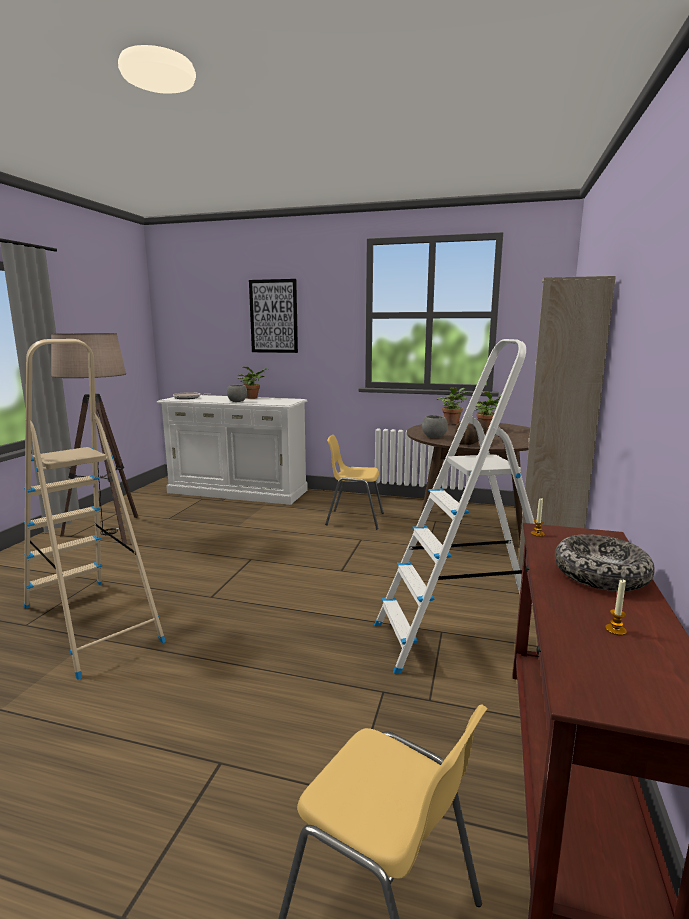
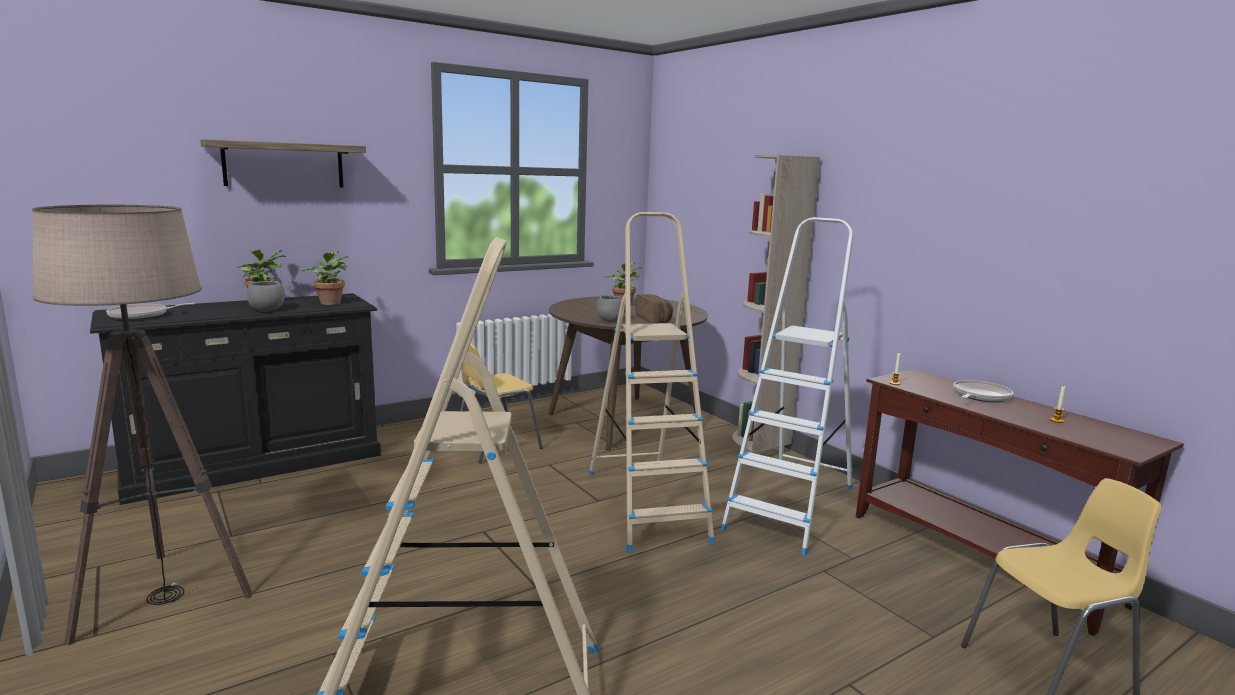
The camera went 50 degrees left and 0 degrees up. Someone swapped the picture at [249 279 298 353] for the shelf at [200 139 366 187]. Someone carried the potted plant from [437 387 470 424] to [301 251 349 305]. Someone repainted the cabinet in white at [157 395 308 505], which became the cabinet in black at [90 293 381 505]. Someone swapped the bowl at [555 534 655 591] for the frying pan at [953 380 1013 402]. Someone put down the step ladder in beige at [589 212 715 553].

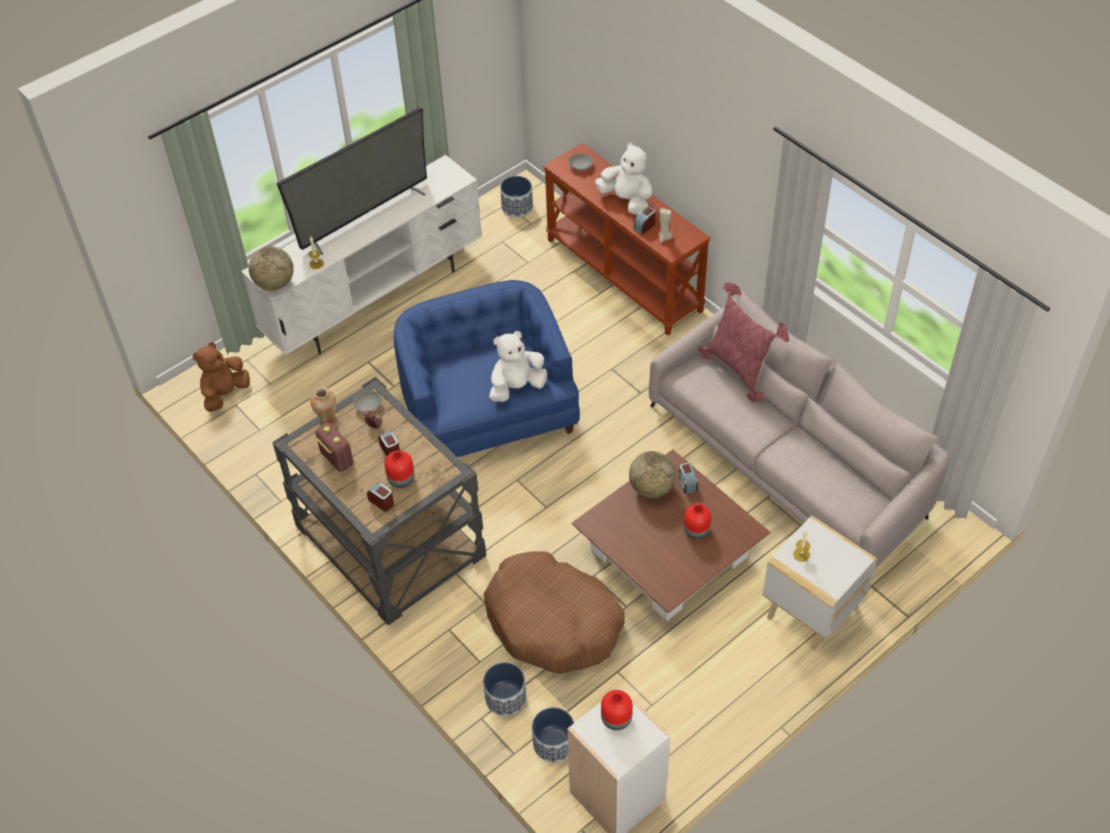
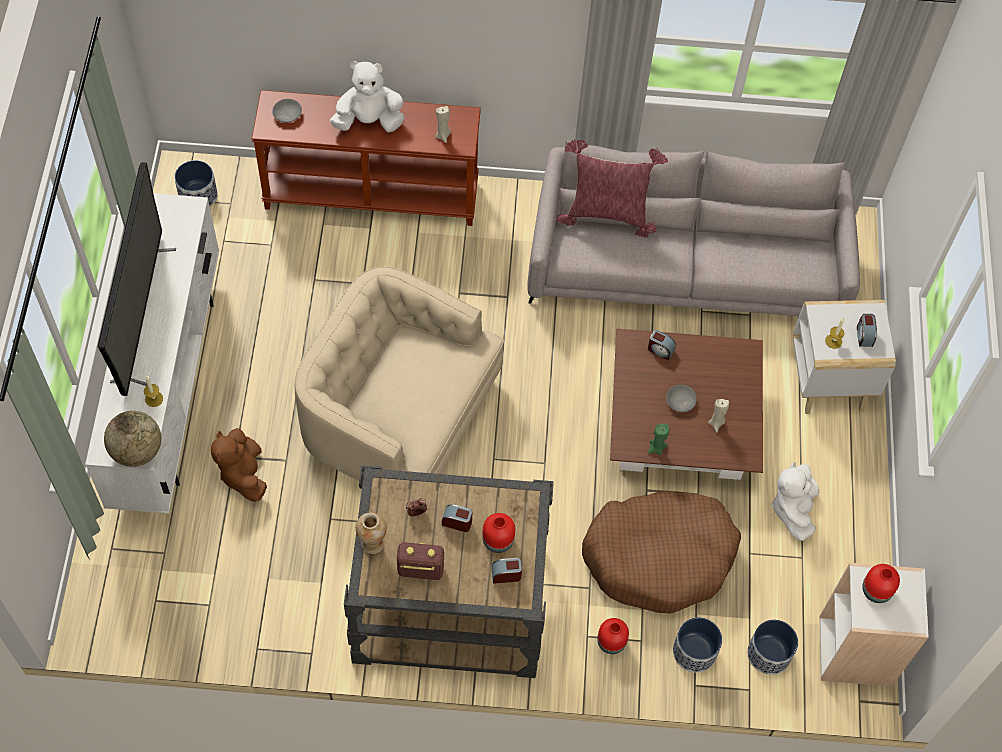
The camera went 50 degrees left and 10 degrees up. Someone carried the alarm clock from [634 207 656 235] to [857 314 877 347]. Someone repainted the armchair in blue at [394 280 580 457], which became the armchair in beige at [295 267 504 481]. Someone carried the plush toy in white from [489 331 548 402] to [771 462 819 541]. Someone carried the plush toy in brown from [192 342 250 412] to [211 428 267 502]. Someone carried the bowl in grey from [353 390 382 413] to [666 385 697 412]. Someone took away the globe at [629 451 676 498]. Someone carried the vase in red from [684 504 711 539] to [597 618 629 654]. Someone put down the candle in beige at [708 399 729 433]. Someone put down the candle in green at [648 423 669 455].

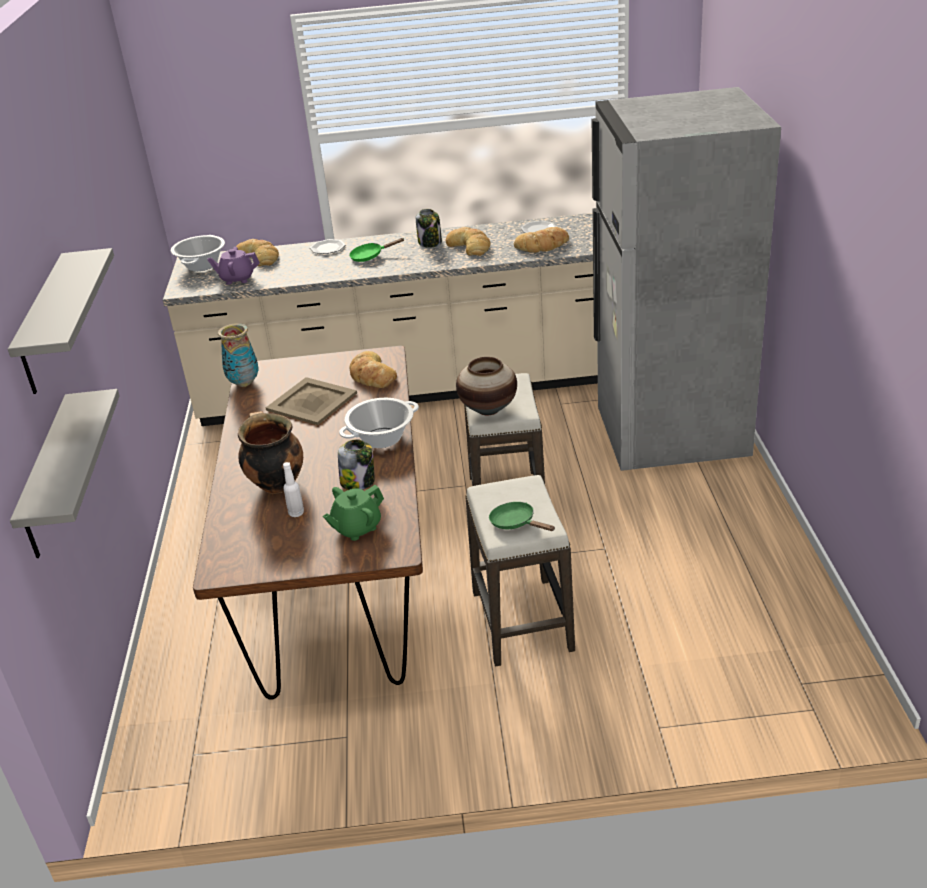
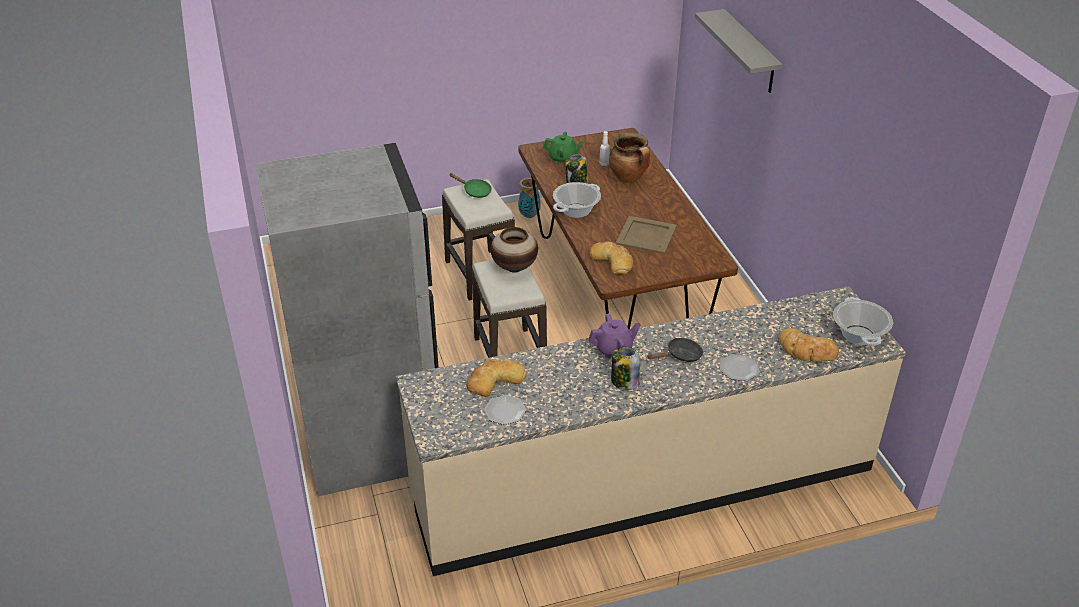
The camera went 165 degrees right and 5 degrees up. Someone took away the bread at [446 227 491 256]. Someone repainted the frying pan in green at [349 238 405 262], which became the frying pan in black at [648 338 703 362]. Someone carried the teapot in purple from [207 247 260 285] to [588 314 641 358]. Someone carried the vase from [218 323 259 387] to [518 178 541 218]. Someone took away the shelf in grey at [10 389 120 558]. Someone rotated the teapot in green at [323 485 384 541] by 60 degrees clockwise.

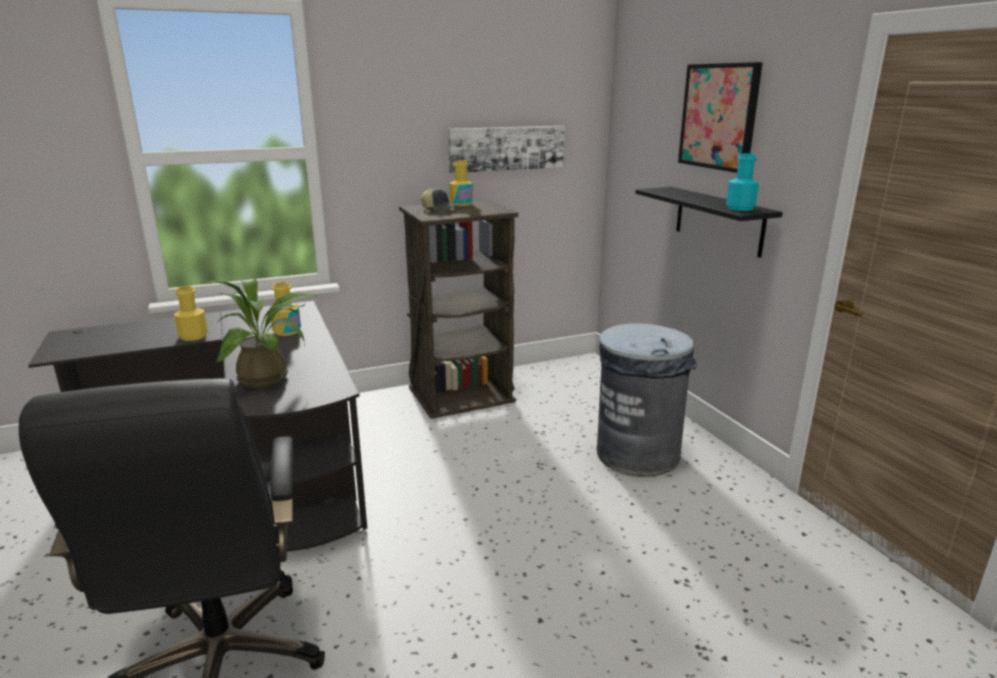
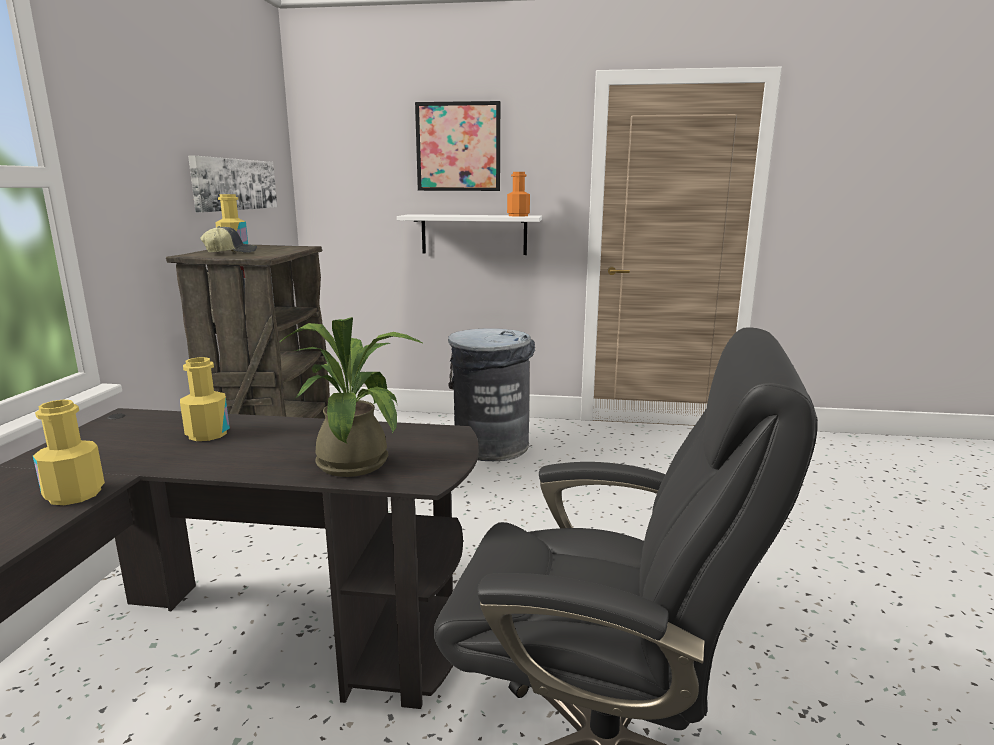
The camera went 60 degrees left and 5 degrees down. Someone repainted the bottle in turquoise at [726 154 759 211], which became the bottle in orange at [507 172 530 216]. Someone repainted the shelf in black at [635 187 783 258], which became the shelf in white at [397 214 542 255].

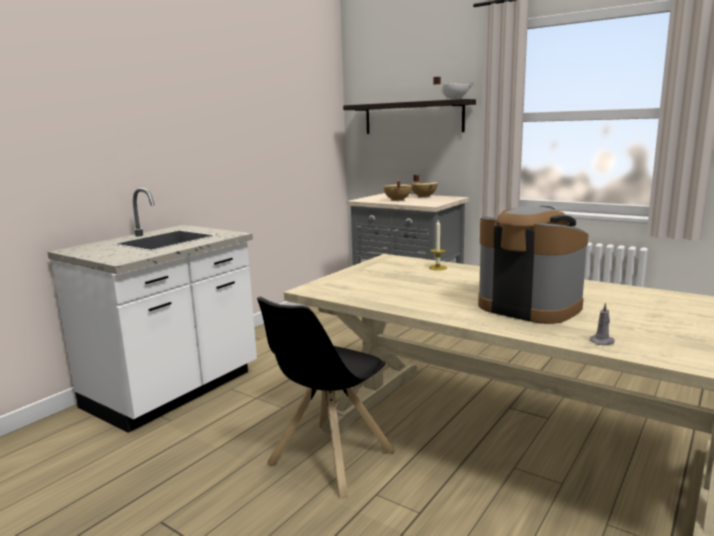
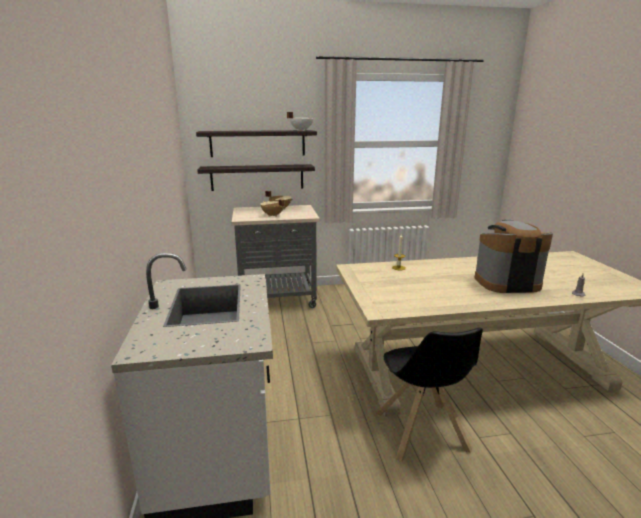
The camera went 45 degrees left and 5 degrees up. Someone put up the shelf at [197 164 315 191].

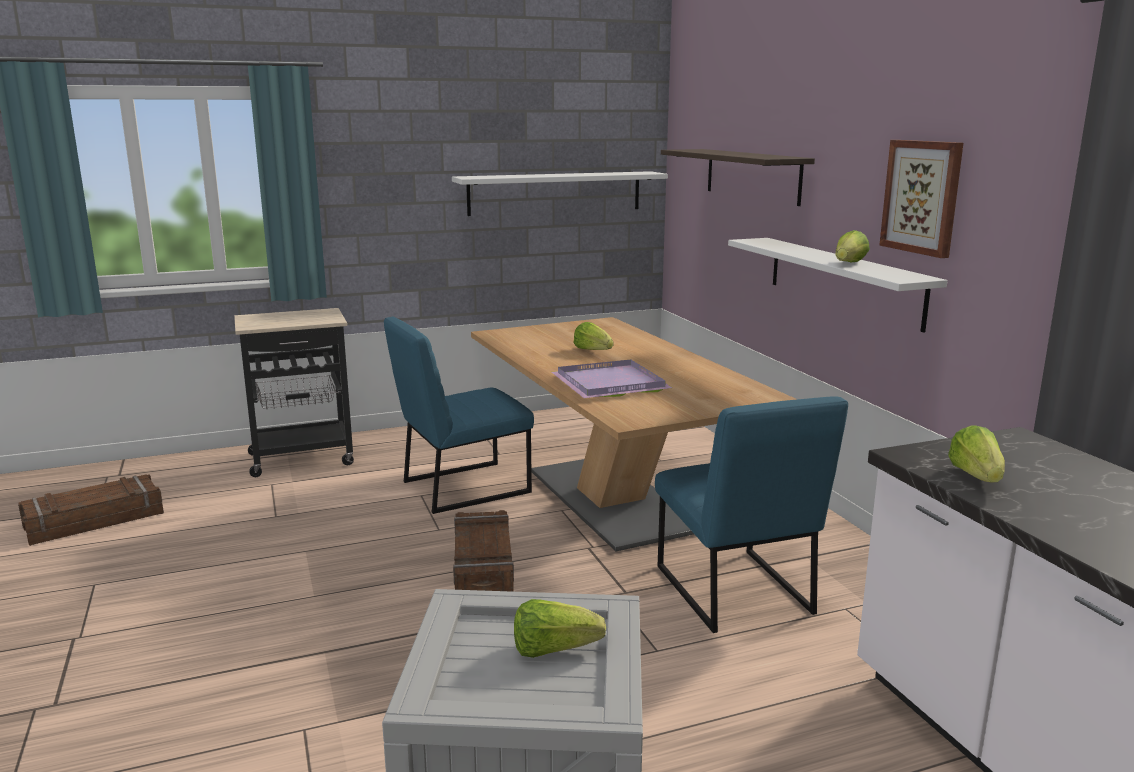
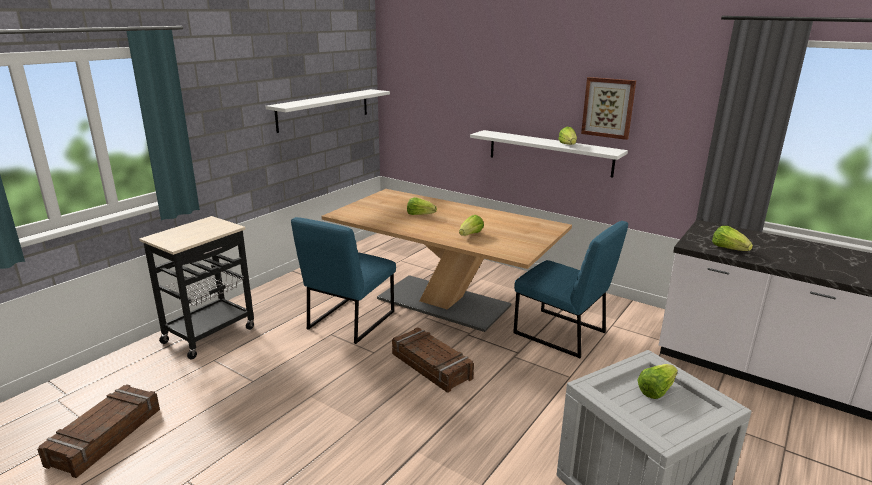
The camera went 35 degrees left and 5 degrees up. Someone took away the shelf at [661 149 815 206]. Someone swapped the tray in purple at [552 359 673 398] for the lettuce at [459 215 484 236].

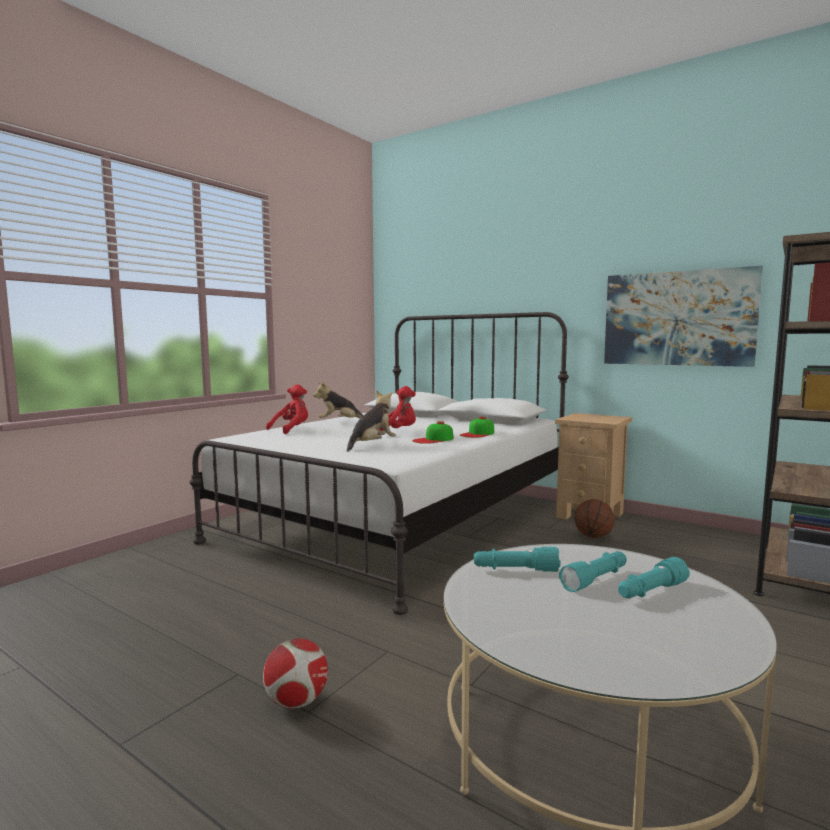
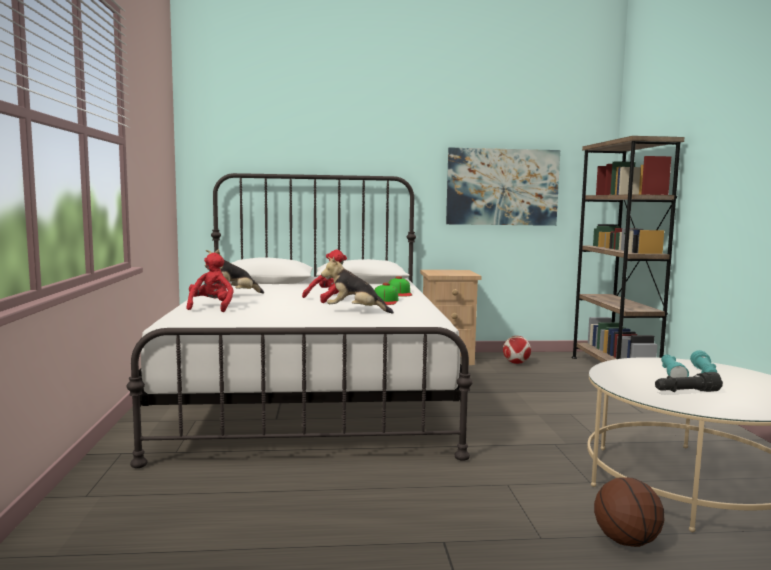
The camera went 40 degrees left and 0 degrees up. Someone rotated the plush toy at [347 391 396 452] by 75 degrees counterclockwise. Someone carried the basketball from [574 499 615 538] to [594 478 664 547]. Someone took away the flashlight in turquoise at [474 547 560 572]. Someone carried the football from [263 638 328 709] to [503 336 531 364]. Someone put down the flashlight in black at [655 372 723 392].

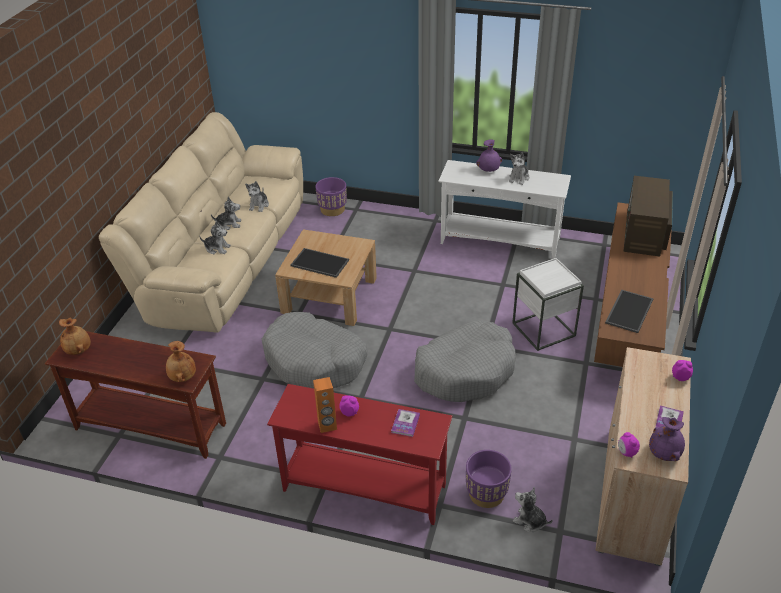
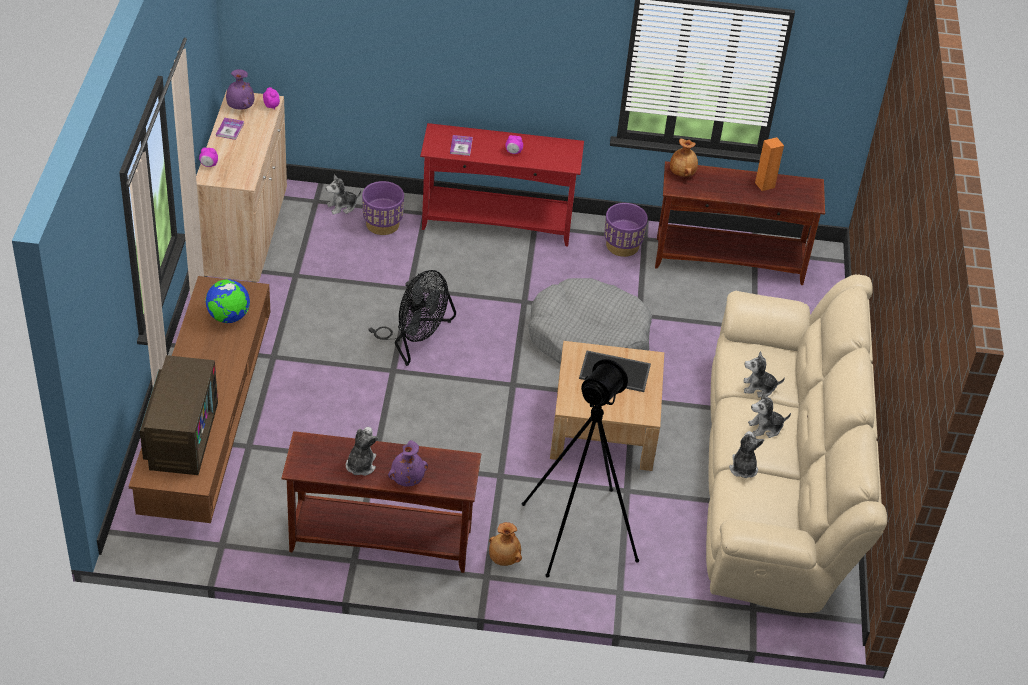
The camera went 165 degrees right and 5 degrees up. Someone repainted the console table in white at [438 160 571 259], which became the console table in brown at [281 431 481 573]. Someone carried the planter in purple from [315 177 347 216] to [604 203 648 257]. Someone took away the side table in white at [512 258 584 351]. Someone swapped the tray at [605 290 653 333] for the globe at [206 280 250 323]. Someone carried the vase in brown from [59 318 91 355] to [489 522 522 566]. Someone swapped the dog bed in grey at [414 320 516 402] for the fan in black at [368 270 456 366]. Someone carried the speaker in orange from [313 377 337 433] to [755 137 784 191]. Someone rotated the plush toy at [513 487 553 532] by 135 degrees clockwise. Someone put down the floor lamp in black at [522 359 639 578].

